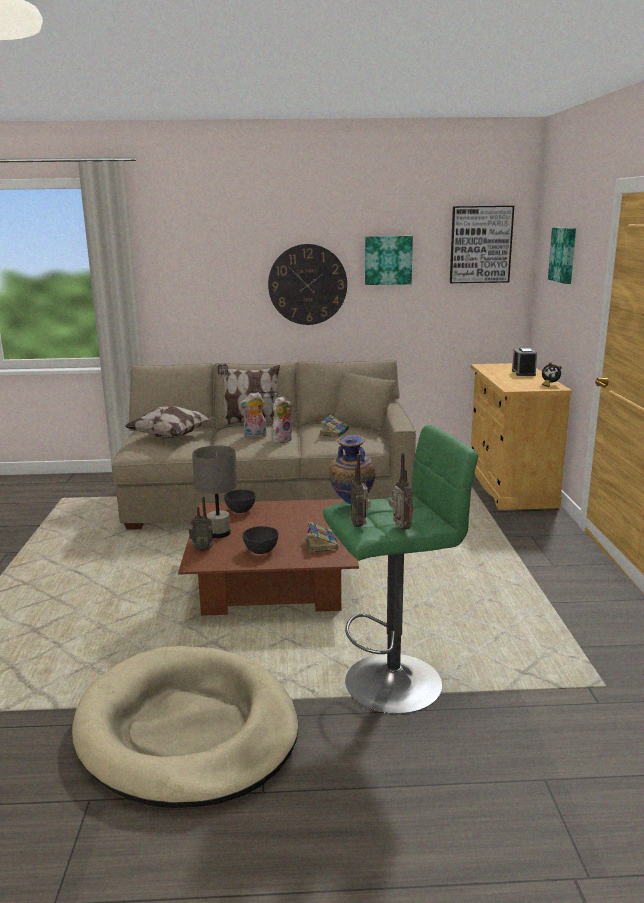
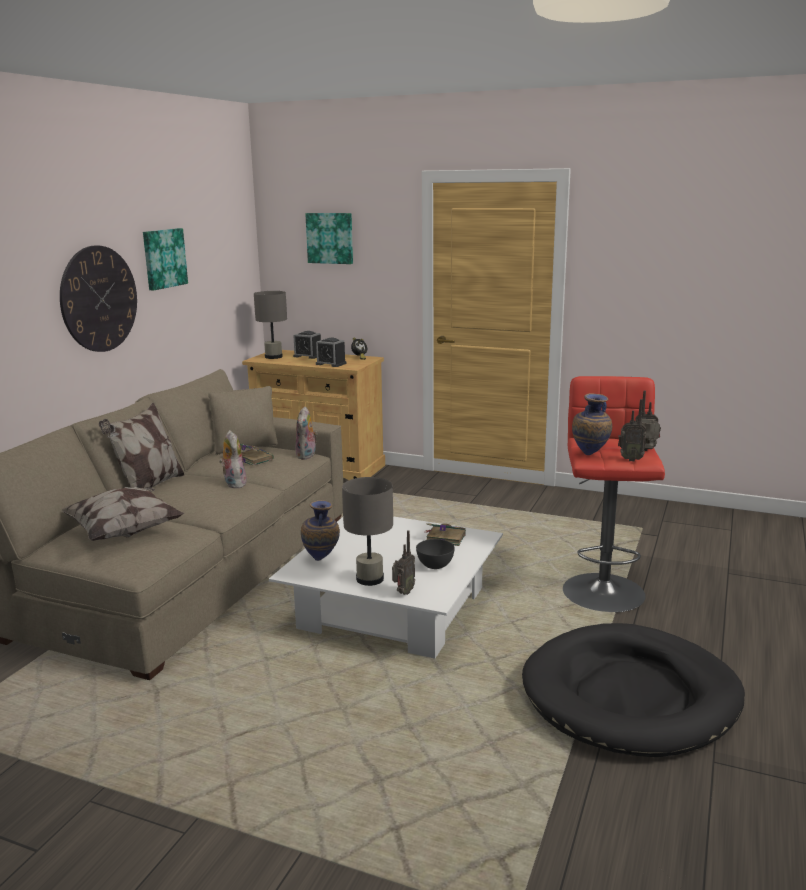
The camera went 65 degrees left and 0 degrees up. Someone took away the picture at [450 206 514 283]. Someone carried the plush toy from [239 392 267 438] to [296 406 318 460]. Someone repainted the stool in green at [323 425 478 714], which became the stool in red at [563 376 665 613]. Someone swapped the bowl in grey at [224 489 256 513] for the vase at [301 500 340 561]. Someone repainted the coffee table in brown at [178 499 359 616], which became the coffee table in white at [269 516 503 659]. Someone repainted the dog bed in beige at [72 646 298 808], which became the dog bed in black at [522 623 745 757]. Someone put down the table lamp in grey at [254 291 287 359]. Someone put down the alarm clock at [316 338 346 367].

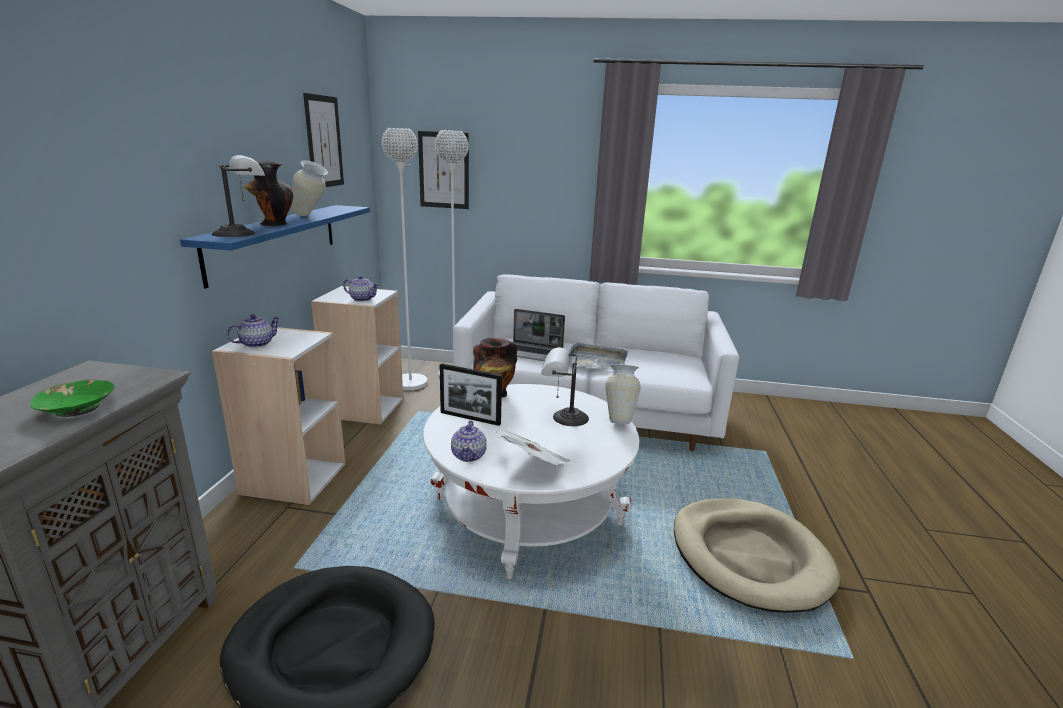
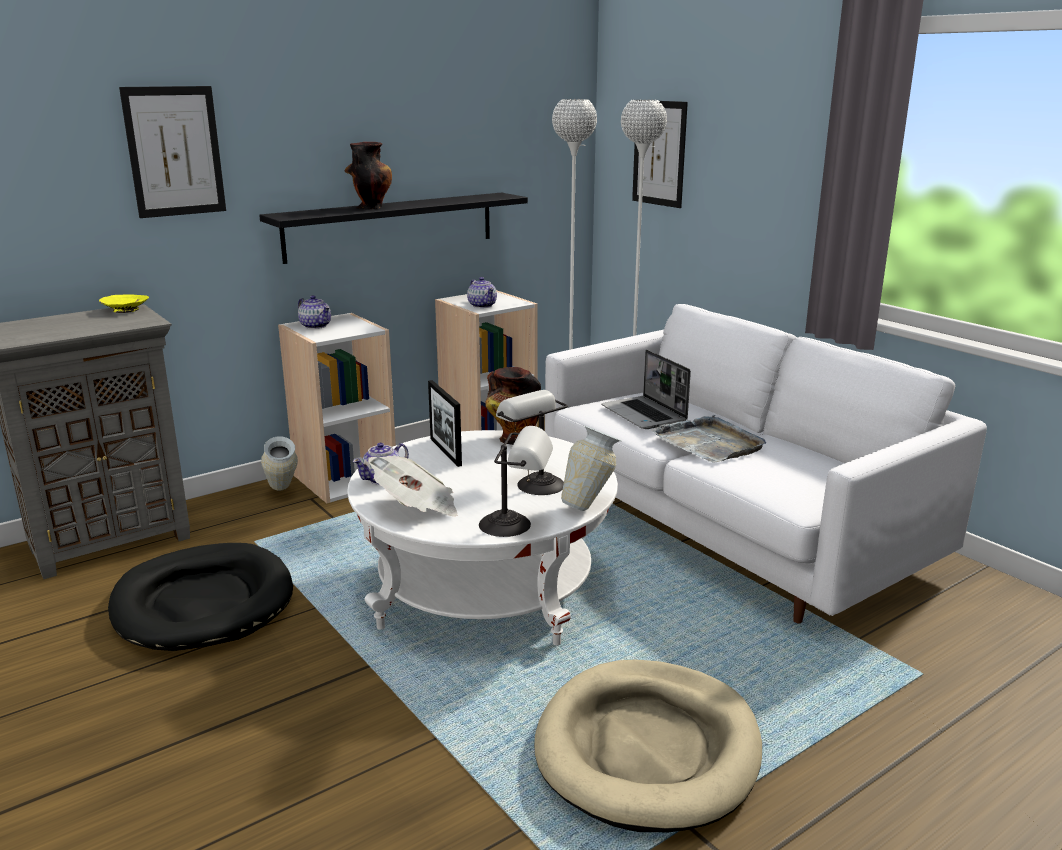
The camera went 45 degrees right and 0 degrees up. Someone carried the picture from [303 93 344 187] to [119 86 226 218]. Someone carried the table lamp from [211 155 265 237] to [479 426 553 537]. Someone carried the vase from [291 160 328 216] to [261 437 298 491]. Someone repainted the shelf in blue at [180 205 370 289], which became the shelf in black at [259 193 528 264]. Someone rotated the teapot at [227 314 280 348] by 45 degrees clockwise. Someone took away the bowl in green at [30 380 114 417]. Someone put down the bowl in yellow at [99 294 149 313].

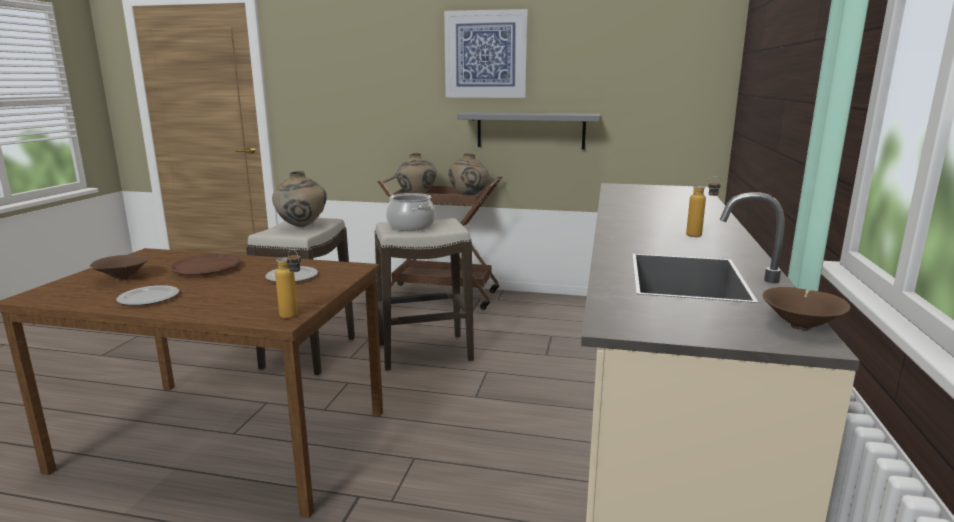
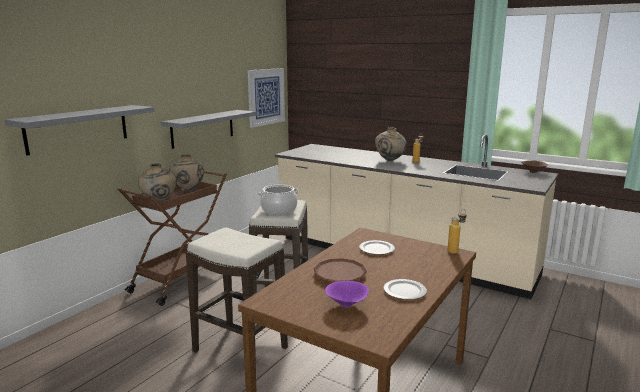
The camera went 70 degrees left and 0 degrees up. Someone carried the picture from [444 9 528 98] to [248 68 285 128]. Someone carried the vase in beige from [272 171 327 227] to [375 127 407 161]. Someone repainted the bowl in brown at [90 255 148 281], which became the bowl in purple at [325 281 369 308]. Someone put up the shelf in grey at [5 105 154 156].

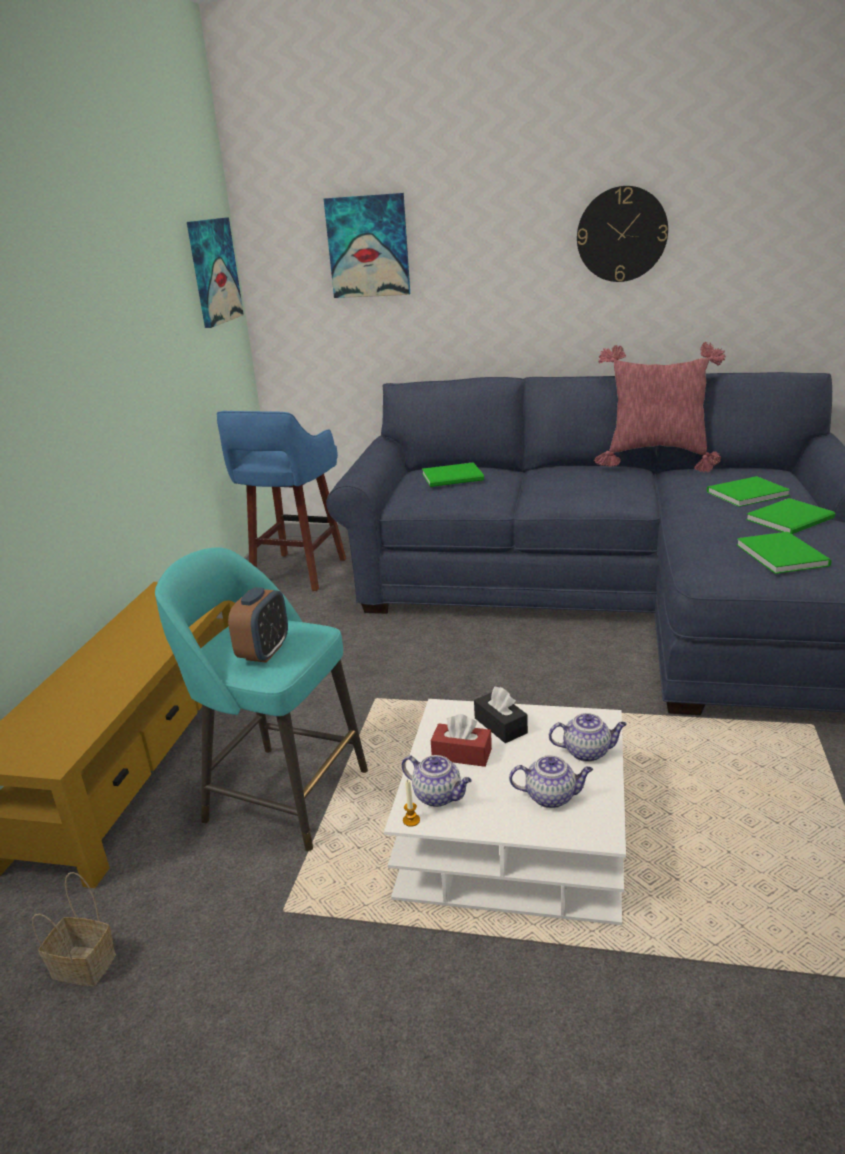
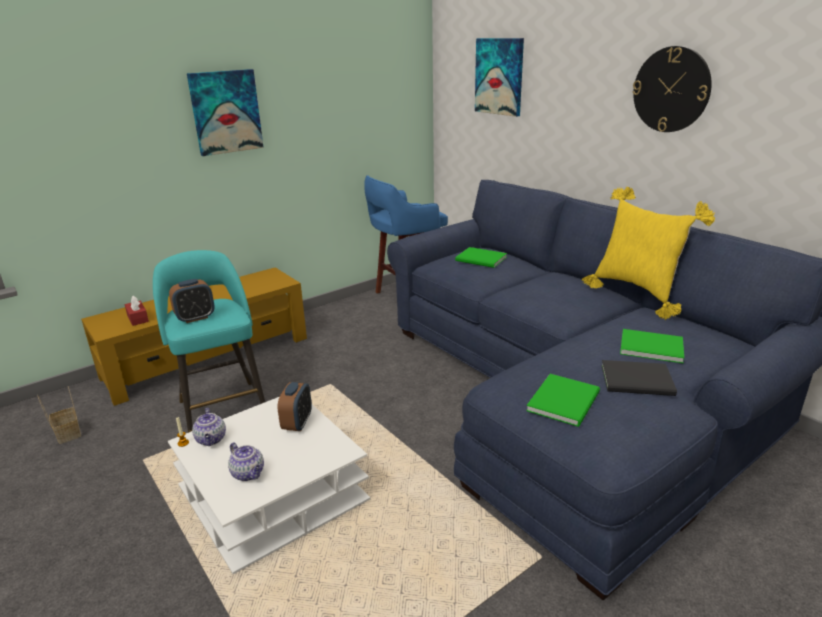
The camera went 40 degrees right and 0 degrees up. Someone carried the picture from [187 217 244 328] to [187 69 264 156]. Someone repainted the pillow in red at [594 342 726 473], which became the pillow in yellow at [582 187 715 320]. Someone repainted the book in green at [746 498 835 534], which became the book in black at [601 360 677 396]. Someone swapped the tissue box in black at [474 687 528 743] for the alarm clock at [278 382 312 431]. Someone took away the teapot at [549 713 627 762]. Someone carried the tissue box in red from [431 714 492 767] to [124 296 149 326].

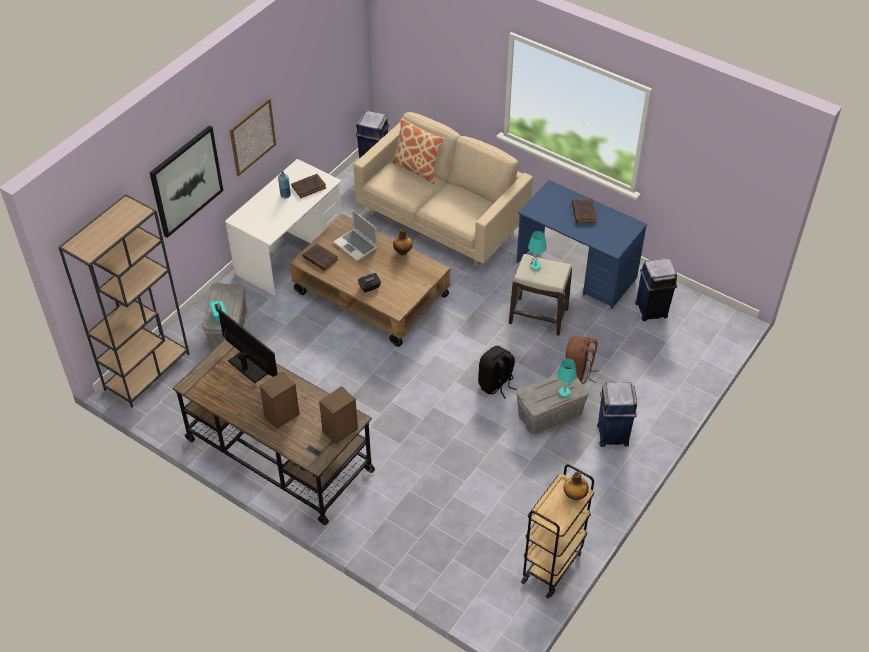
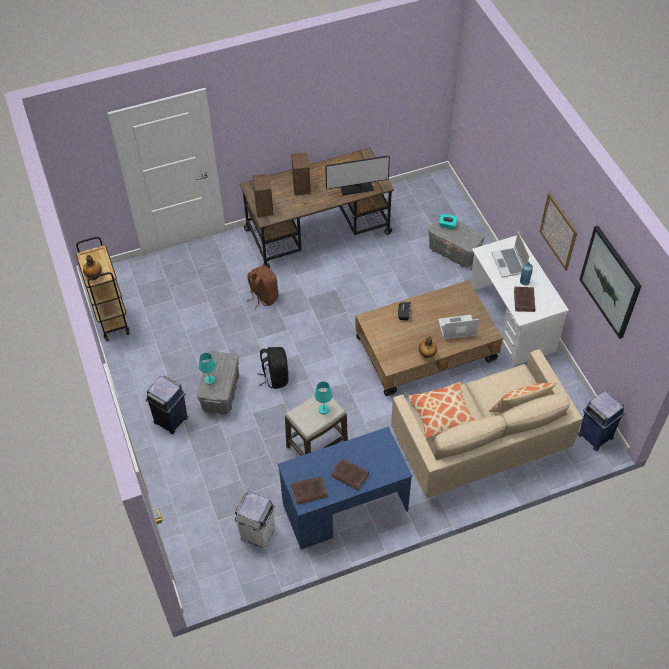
The camera went 125 degrees right and 5 degrees up. Someone carried the picture from [150 125 223 238] to [579 226 641 339]. Someone took away the bookcase at [58 194 190 407]. Someone carried the book in brown from [303 243 338 271] to [291 476 327 505]. Someone repainted the trash can in blue at [635 258 677 321], which became the trash can in white at [234 491 276 550]. Someone carried the backpack in brown from [564 336 599 384] to [247 265 278 309]. Someone put down the laptop at [491 232 529 278]. Someone put down the pillow at [407 382 475 439].

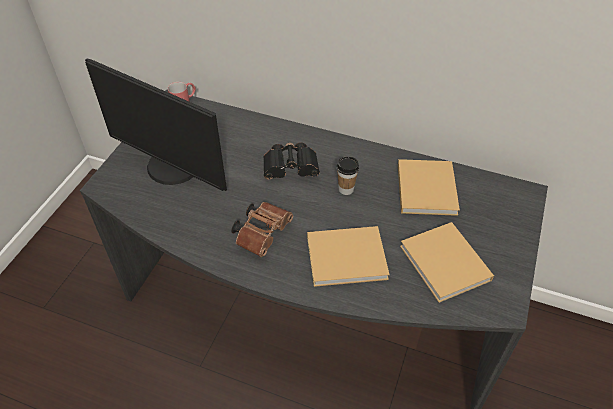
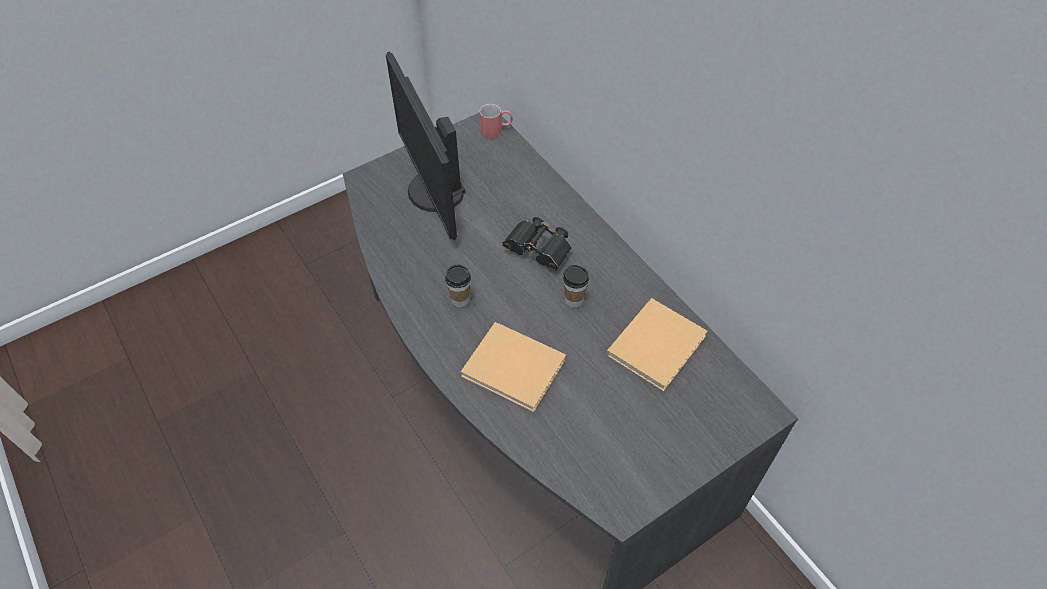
The camera went 35 degrees right and 5 degrees up. Someone swapped the binoculars in brown at [232 202 293 257] for the cup at [445 264 471 307]. Someone took away the book in beige at [400 222 494 303].

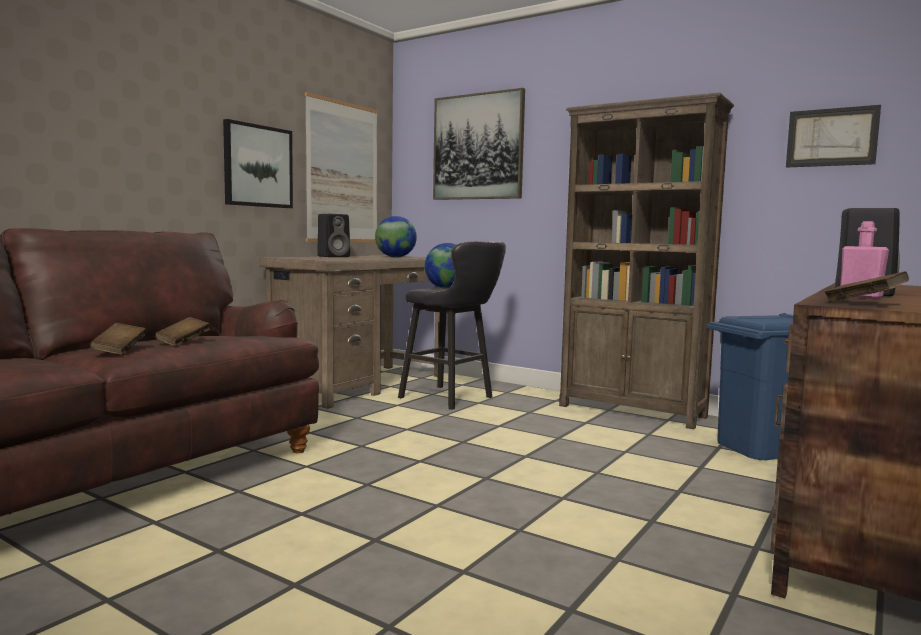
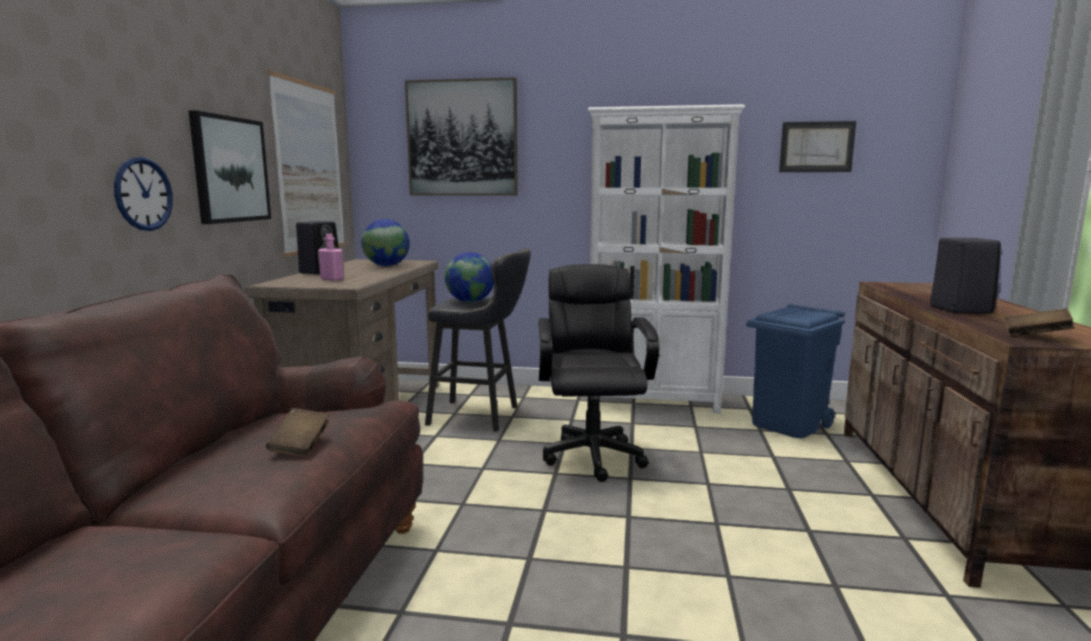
The camera went 25 degrees left and 5 degrees up. Someone repainted the bookcase in brown at [559 92 734 429], which became the bookcase in white at [588 104 745 413]. Someone carried the bottle in pink from [840 221 889 299] to [318 234 344 281]. Someone took away the book in brown at [90 323 146 355]. Someone put up the wall clock at [114 157 173 231]. Someone put down the office chair in black at [538 264 659 482].

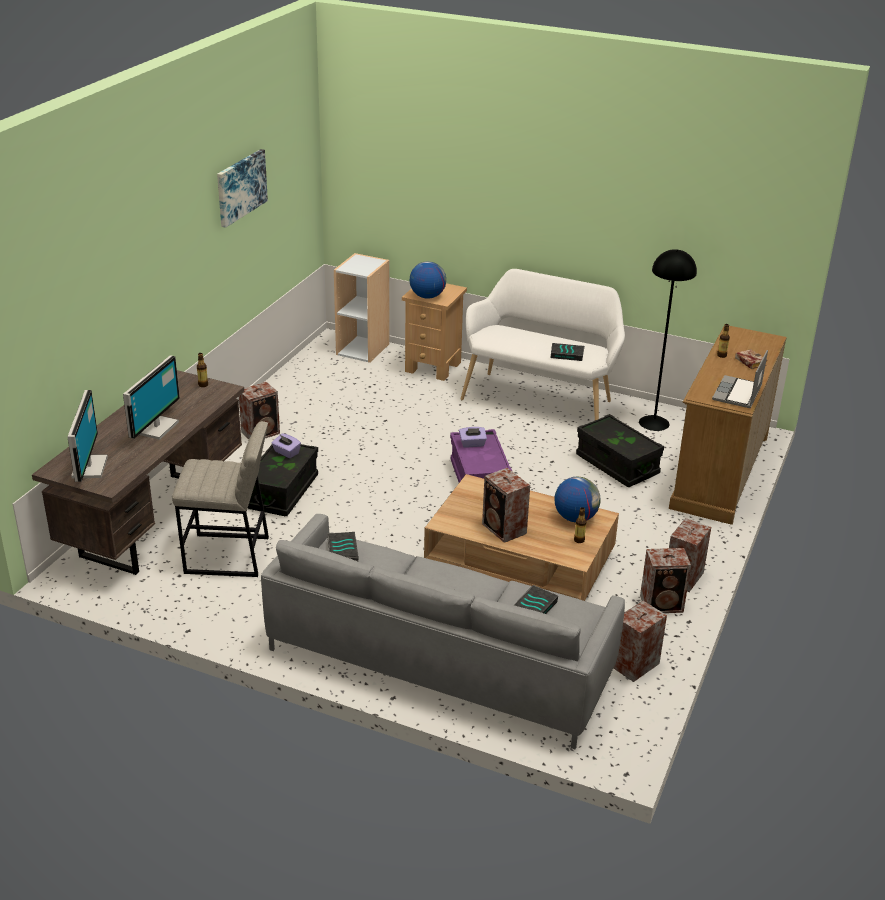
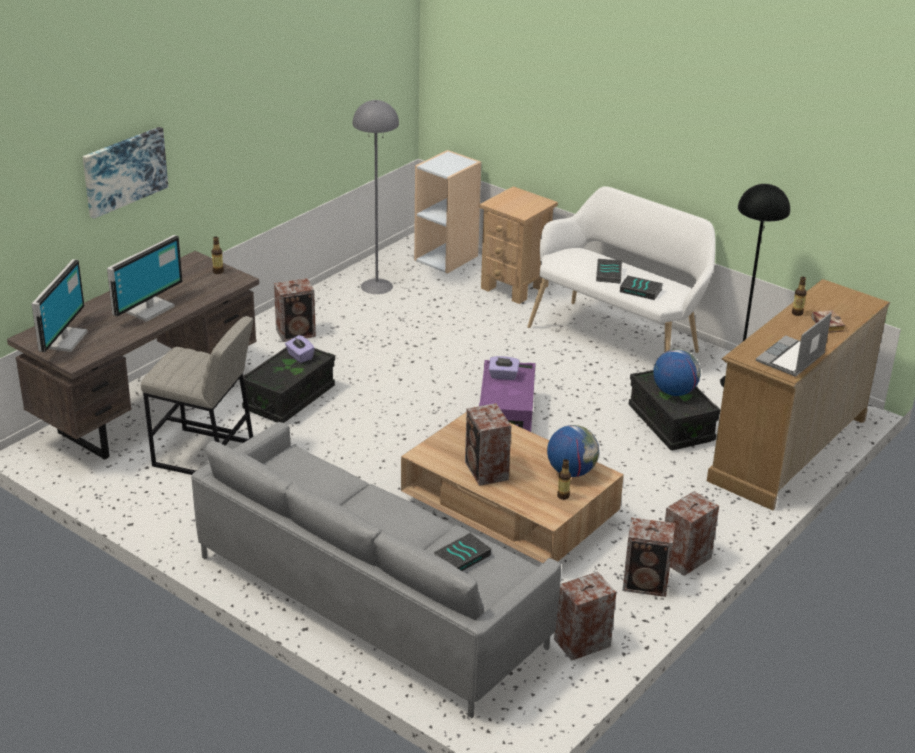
The camera went 15 degrees right and 0 degrees up. Someone carried the picture from [217 149 268 228] to [83 127 168 219]. Someone carried the globe from [410 261 446 299] to [653 349 701 396]. Someone carried the book from [327 532 358 561] to [596 259 622 283]. Someone put down the floor lamp in grey at [353 100 399 294].

